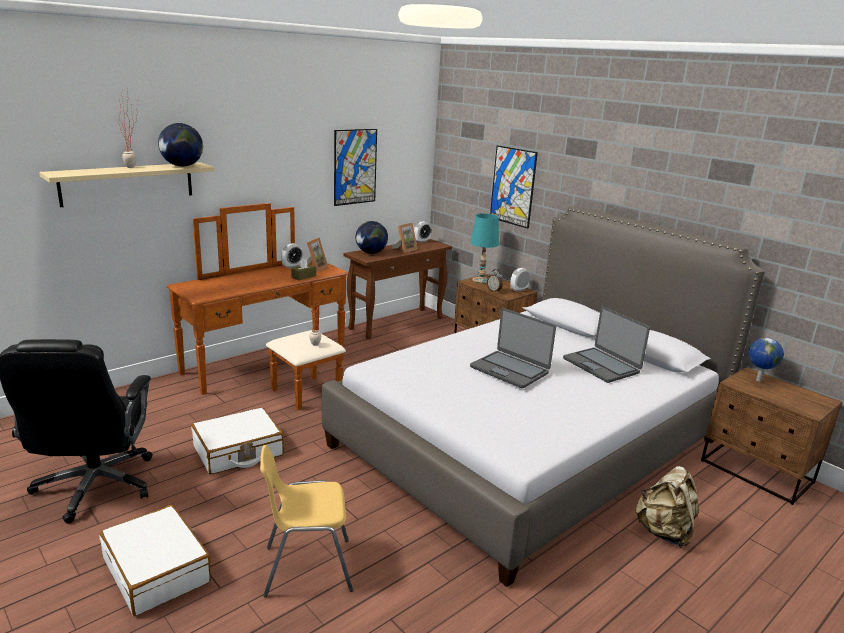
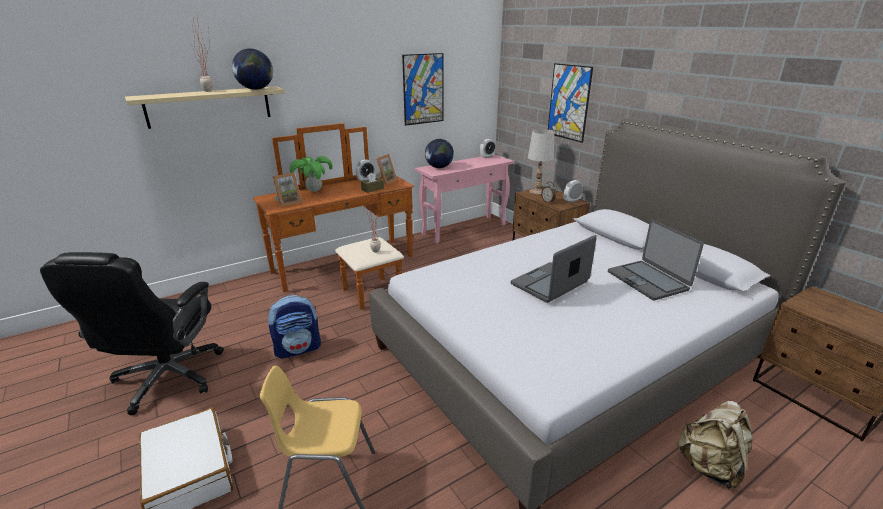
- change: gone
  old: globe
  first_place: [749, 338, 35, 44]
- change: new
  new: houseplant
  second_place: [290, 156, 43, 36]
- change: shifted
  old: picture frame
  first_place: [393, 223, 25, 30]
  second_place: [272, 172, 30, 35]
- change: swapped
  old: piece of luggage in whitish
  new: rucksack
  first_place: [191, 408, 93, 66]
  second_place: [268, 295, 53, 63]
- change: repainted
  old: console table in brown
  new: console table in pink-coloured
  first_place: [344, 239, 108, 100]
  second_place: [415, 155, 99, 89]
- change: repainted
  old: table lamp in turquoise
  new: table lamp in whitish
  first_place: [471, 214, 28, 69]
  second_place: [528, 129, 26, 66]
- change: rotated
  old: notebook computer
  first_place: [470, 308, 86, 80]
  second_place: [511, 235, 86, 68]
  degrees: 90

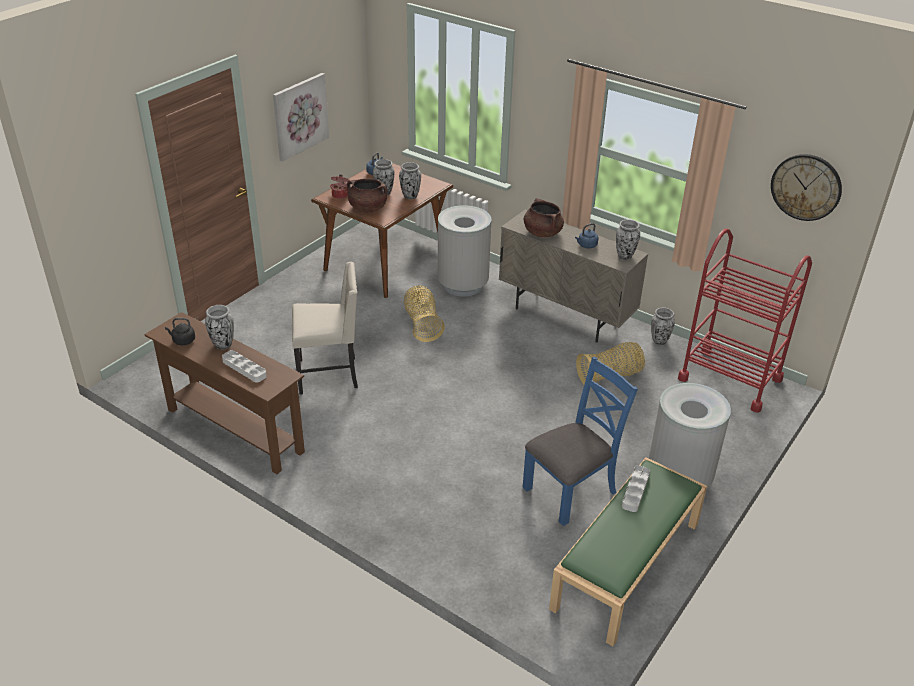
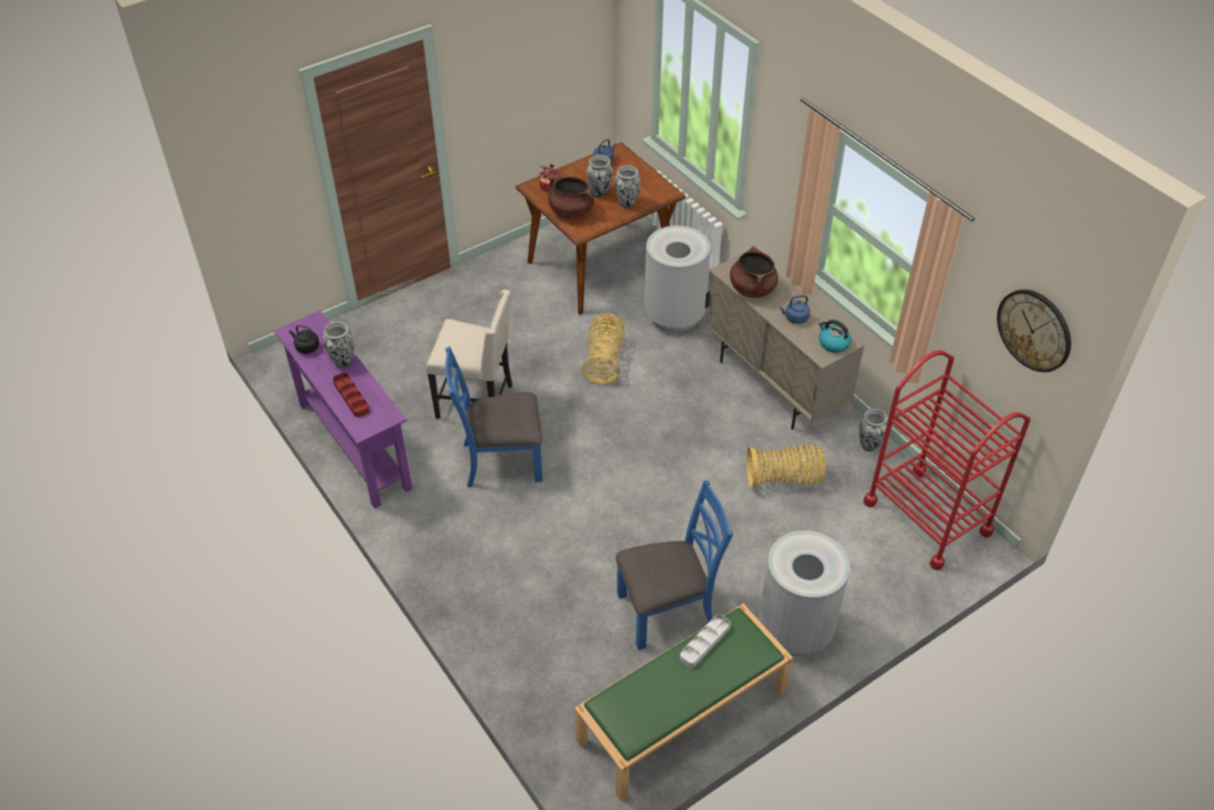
- change: gone
  old: picture
  first_place: [273, 73, 56, 89]
- change: new
  new: upright chair in blue
  second_place: [445, 346, 98, 141]
- change: swapped
  old: decorative vase
  new: tea kettle
  first_place: [616, 219, 24, 41]
  second_place: [818, 320, 33, 33]
- change: repainted
  old: console table in brown
  new: console table in purple-coloured
  first_place: [144, 312, 161, 162]
  second_place: [274, 310, 138, 199]
- change: repainted
  old: tray in grey
  new: tray in red
  first_place: [222, 350, 45, 33]
  second_place: [333, 373, 36, 44]

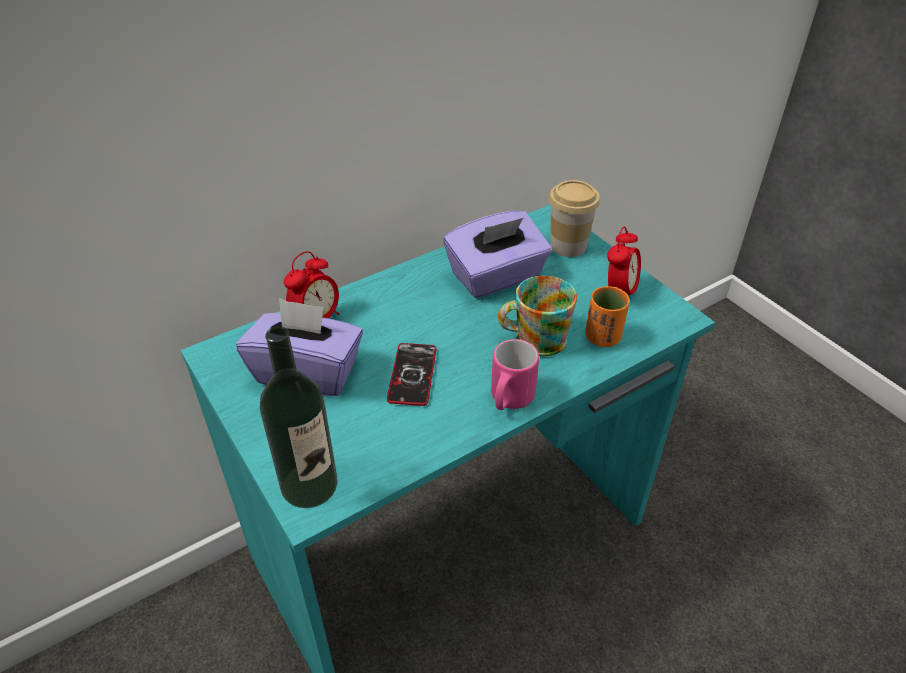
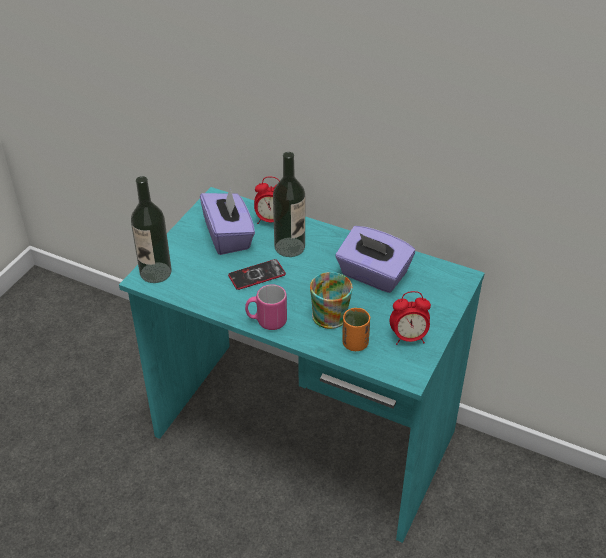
- change: gone
  old: cup
  first_place: [549, 180, 51, 77]
- change: new
  new: bottle
  second_place: [273, 152, 32, 105]

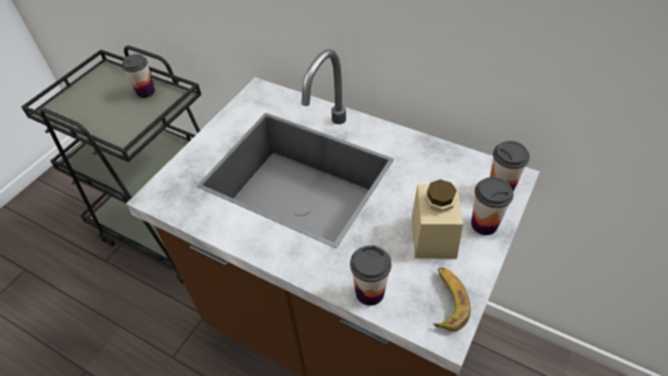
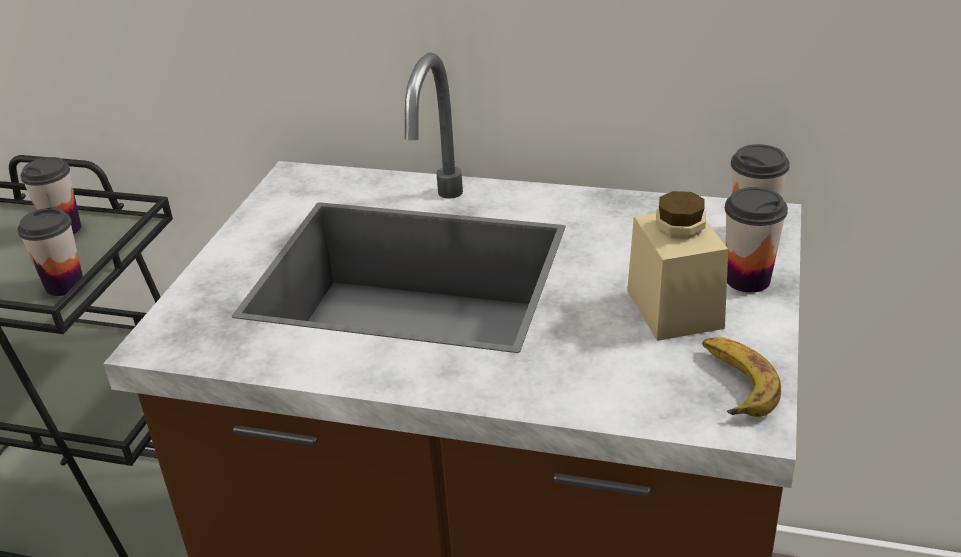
- change: shifted
  old: cup
  first_place: [350, 245, 41, 61]
  second_place: [18, 208, 65, 88]

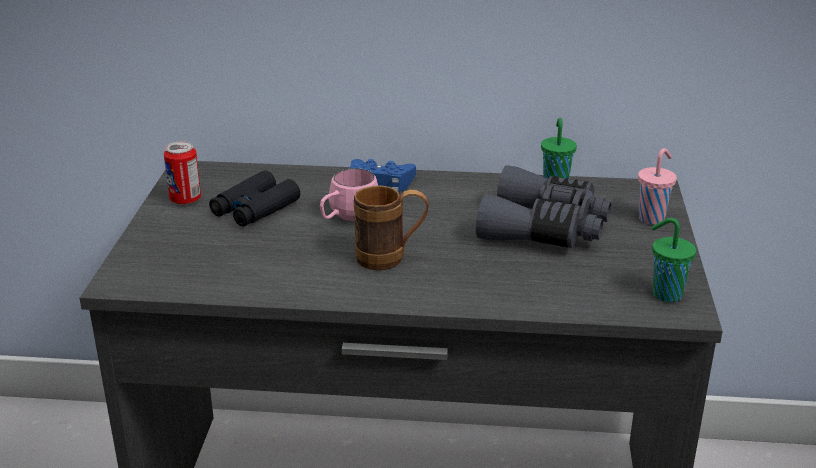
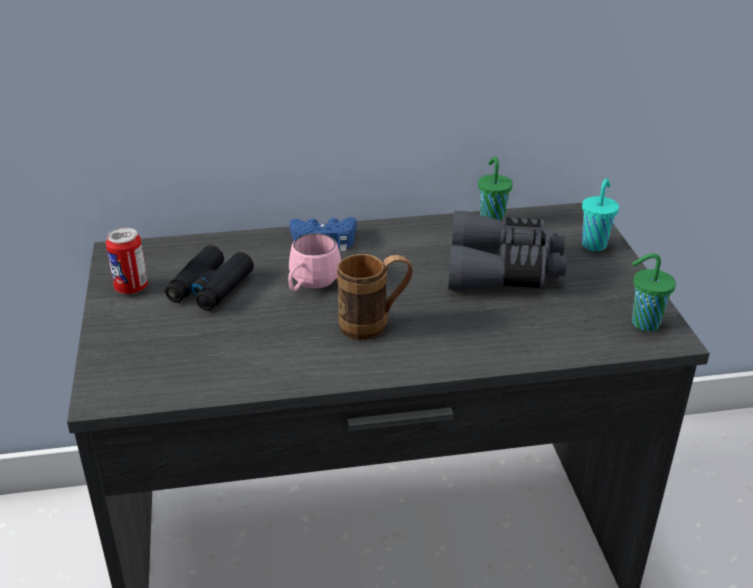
- change: repainted
  old: cup in pink-coloured
  new: cup in turquoise
  first_place: [638, 148, 39, 77]
  second_place: [582, 179, 37, 72]

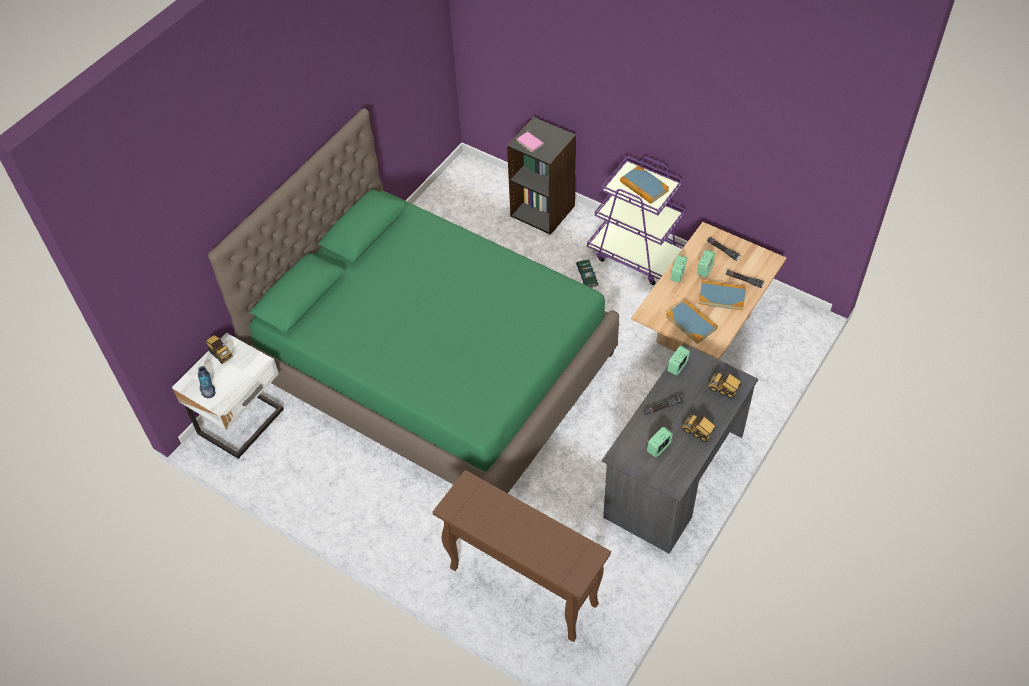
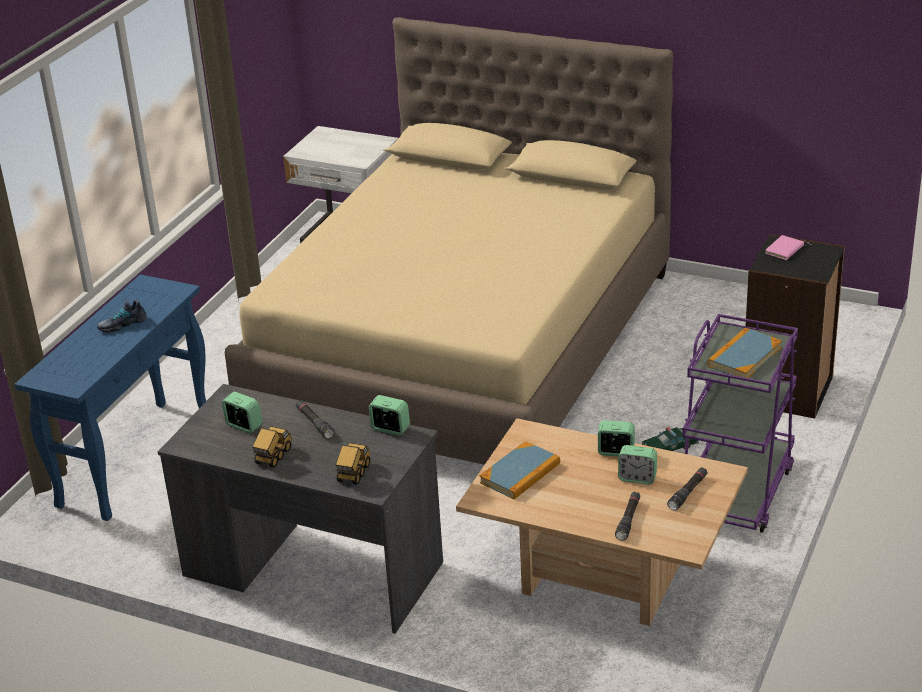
- change: gone
  old: toy lorry
  first_place: [205, 335, 28, 29]
- change: gone
  old: book
  first_place: [698, 280, 48, 30]
- change: shifted
  old: low shoe
  first_place: [198, 366, 18, 32]
  second_place: [97, 300, 49, 33]
- change: repainted
  old: bedroom bed in green
  new: bedroom bed in beige
  first_place: [208, 109, 411, 384]
  second_place: [225, 17, 448, 448]
- change: repainted
  old: console table in brown
  new: console table in blue
  first_place: [432, 470, 179, 172]
  second_place: [14, 274, 192, 247]

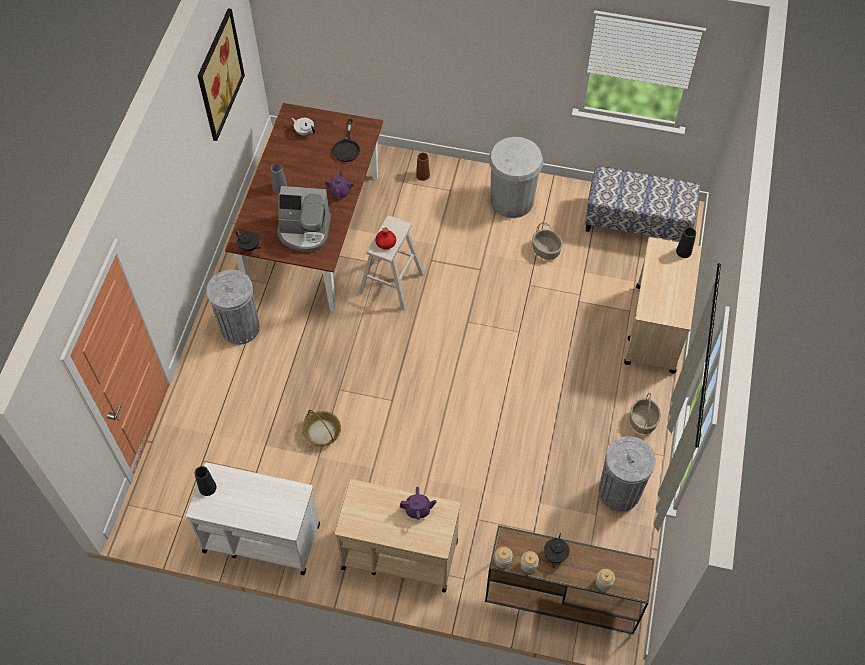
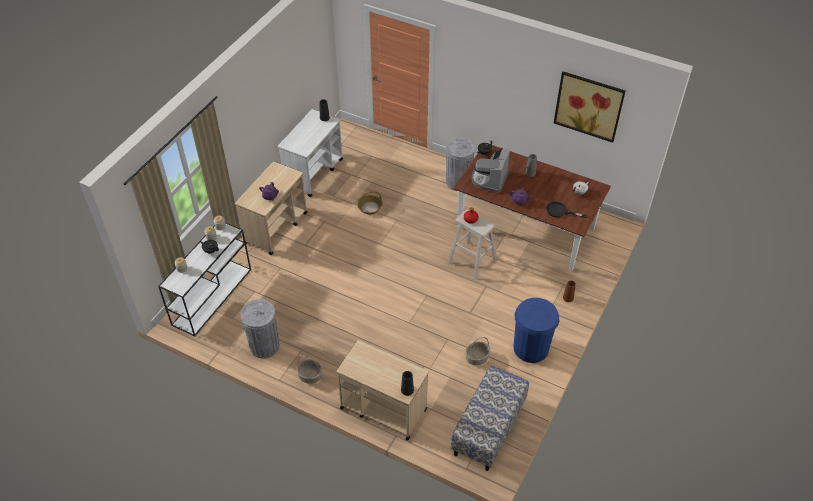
- change: repainted
  old: console table in brown
  new: console table in whitish
  first_place: [485, 525, 169, 109]
  second_place: [158, 222, 93, 114]
- change: repainted
  old: trash can in whitish
  new: trash can in blue
  first_place: [489, 137, 54, 81]
  second_place: [514, 298, 46, 65]

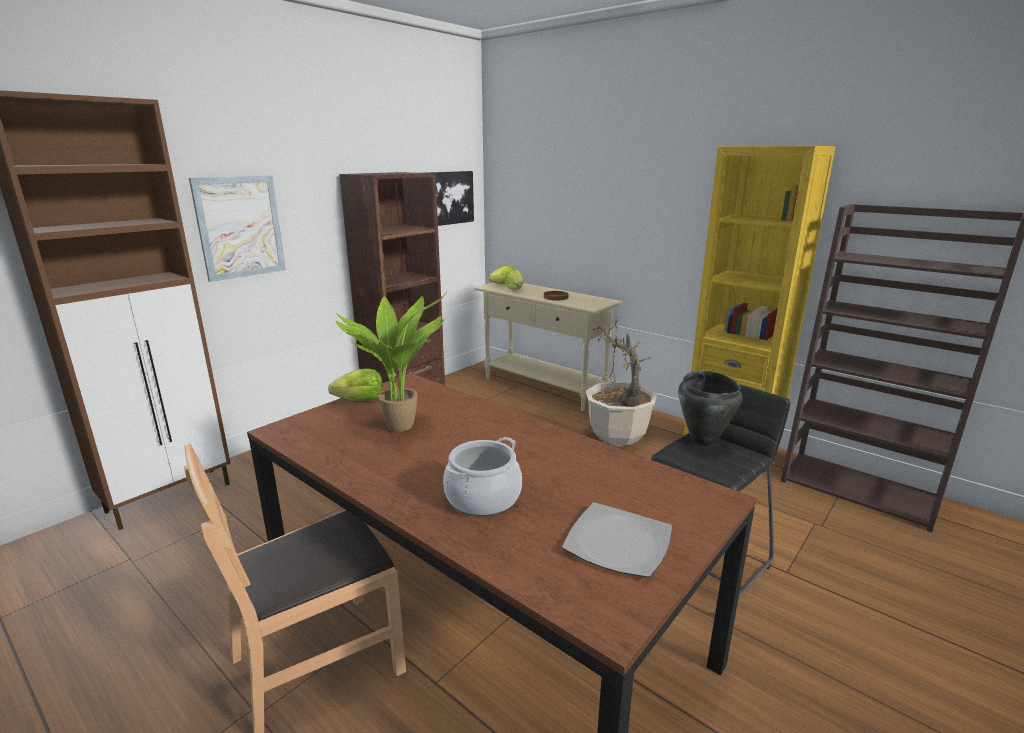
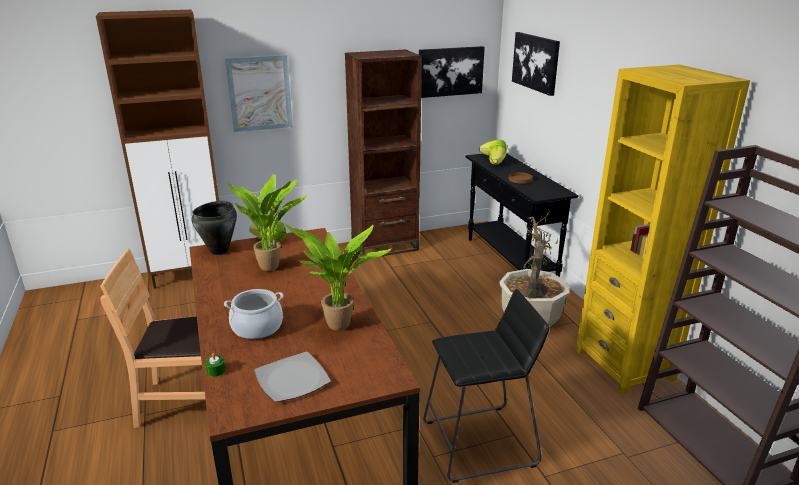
- change: new
  new: wax light in green
  second_place: [205, 353, 20, 24]
- change: new
  new: houseplant
  second_place: [285, 224, 107, 107]
- change: new
  new: picture
  second_place: [512, 32, 48, 64]
- change: shifted
  old: saucepot in black-coloured
  first_place: [678, 370, 64, 76]
  second_place: [191, 201, 46, 54]
- change: repainted
  old: console table in beige
  new: console table in black-coloured
  first_place: [474, 282, 149, 129]
  second_place: [465, 153, 113, 124]

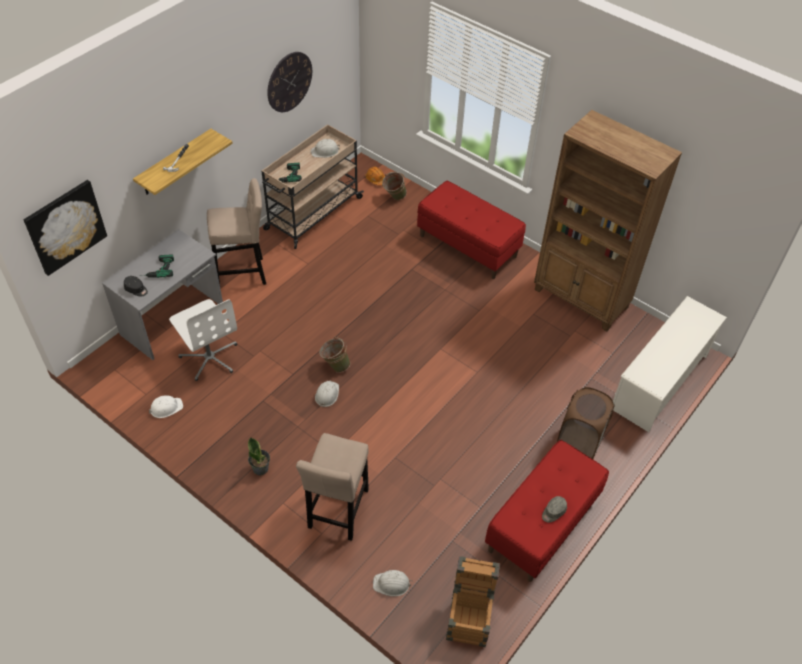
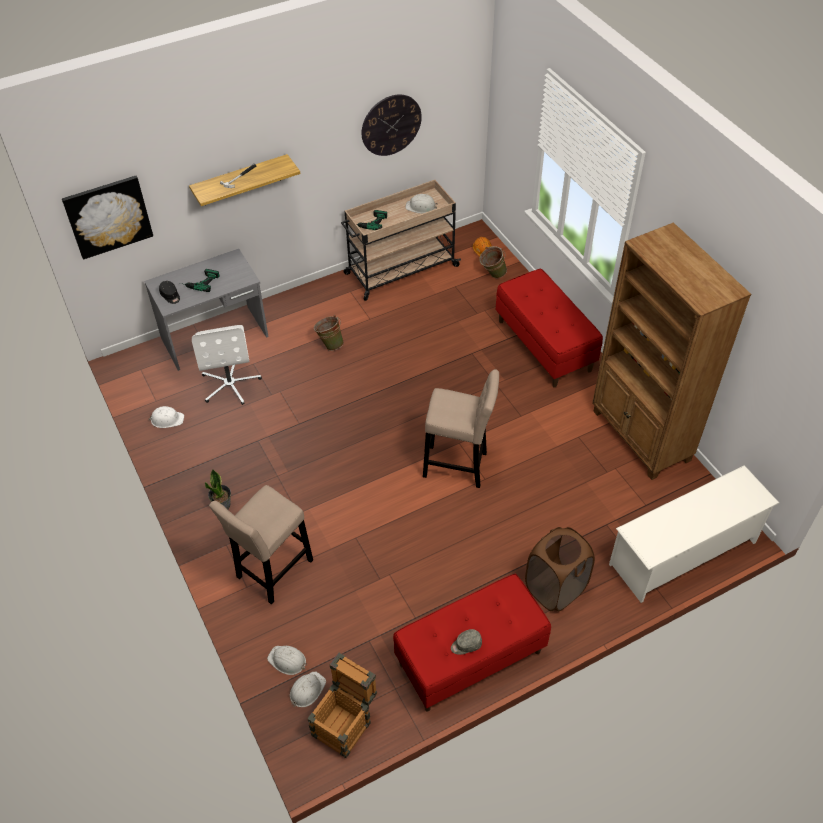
- change: shifted
  old: sitting stool in beige
  first_place: [207, 178, 59, 107]
  second_place: [423, 369, 76, 119]
- change: shifted
  old: safety helmet in whitish
  first_place: [315, 381, 24, 26]
  second_place: [290, 671, 36, 36]
- change: shifted
  old: bucket in green
  first_place: [319, 337, 32, 36]
  second_place: [314, 315, 30, 36]

